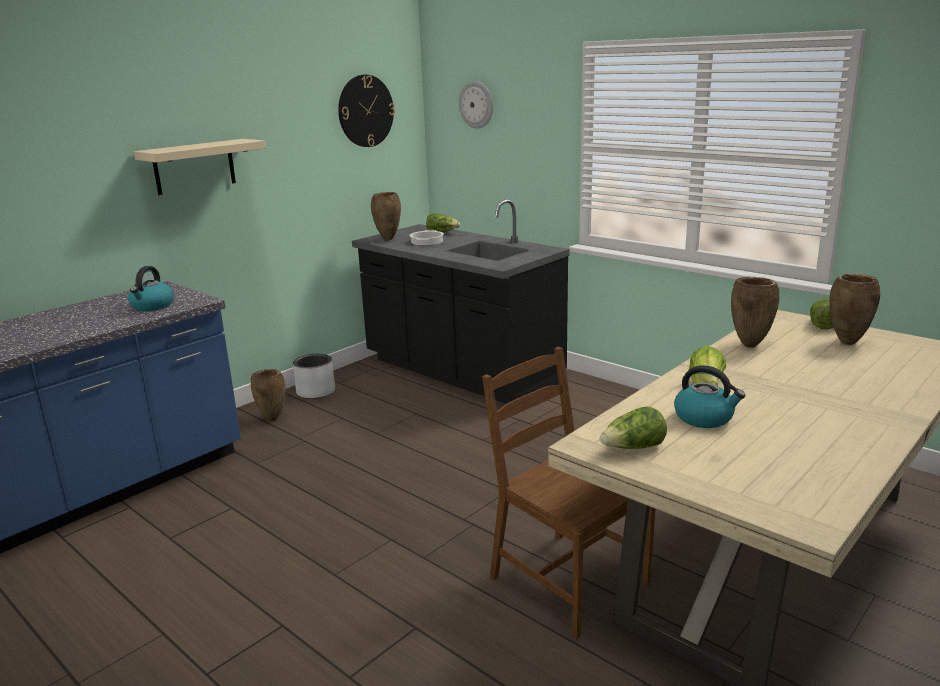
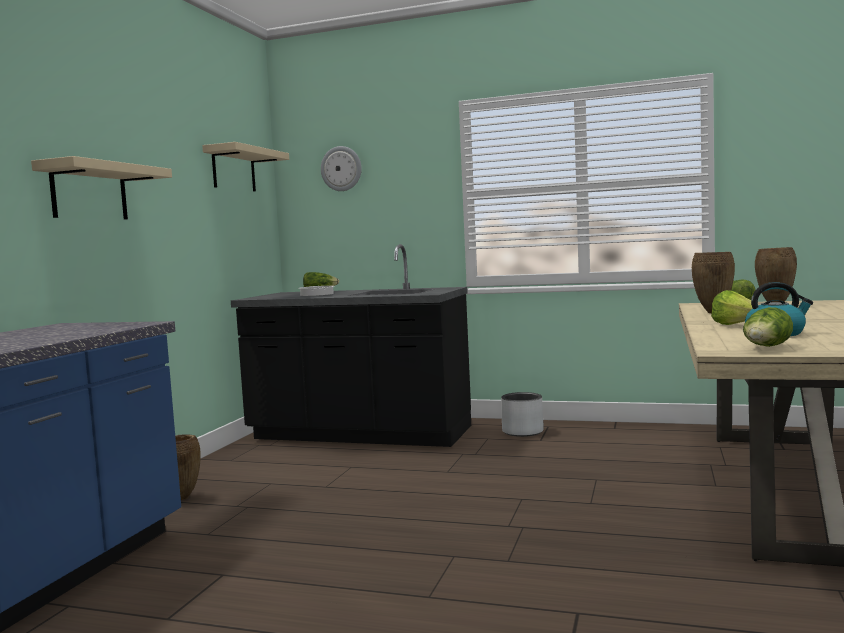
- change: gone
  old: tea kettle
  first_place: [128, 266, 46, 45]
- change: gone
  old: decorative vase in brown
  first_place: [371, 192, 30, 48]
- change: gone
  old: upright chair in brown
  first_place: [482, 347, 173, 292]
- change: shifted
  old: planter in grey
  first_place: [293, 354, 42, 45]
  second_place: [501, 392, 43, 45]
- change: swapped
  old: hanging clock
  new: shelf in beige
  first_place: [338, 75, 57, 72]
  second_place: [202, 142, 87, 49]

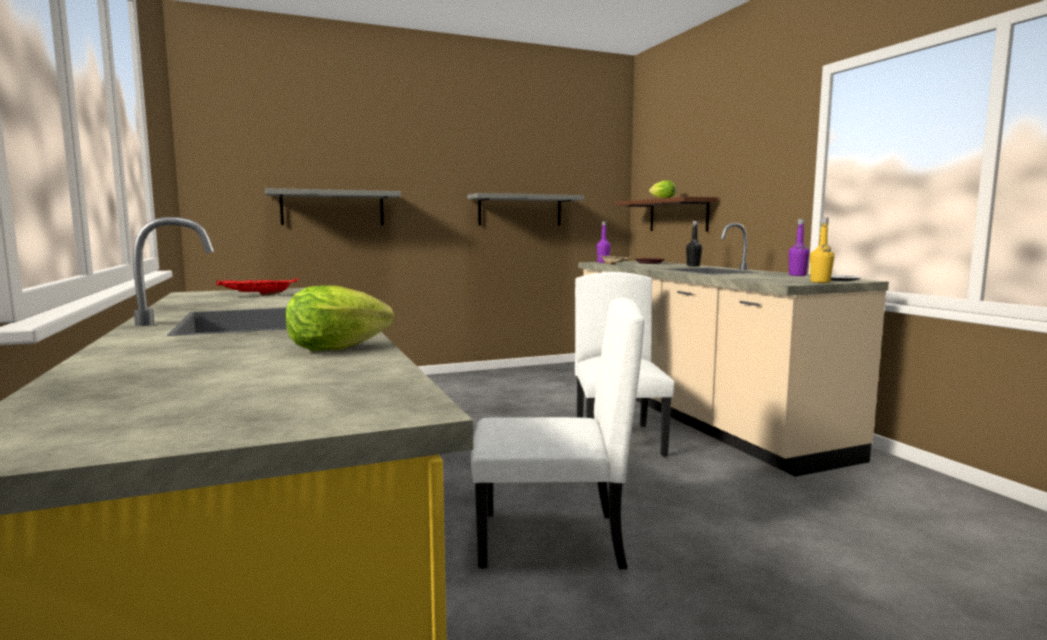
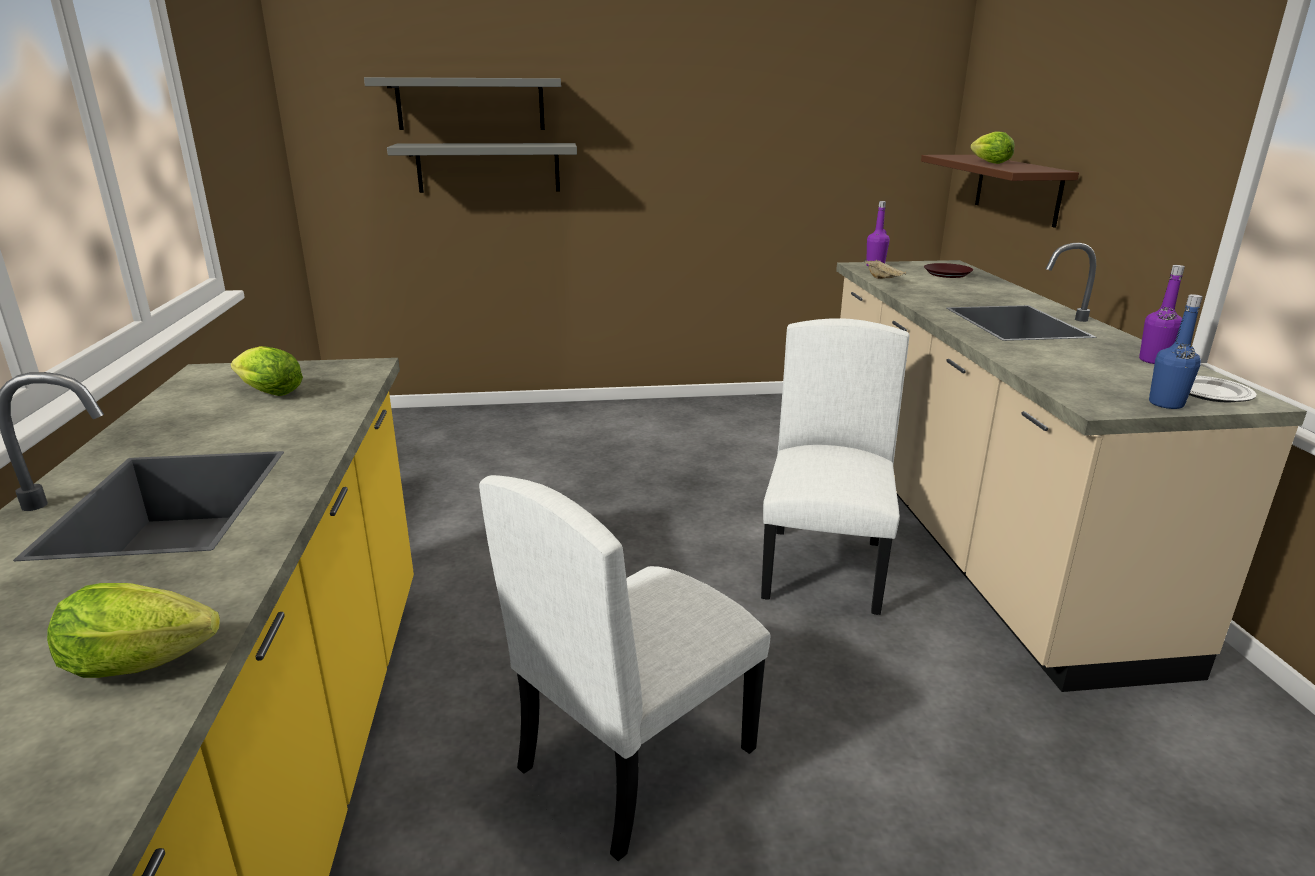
- change: gone
  old: bottle in black-coloured
  first_place: [686, 221, 16, 46]
- change: shifted
  old: shelf in grey
  first_place: [467, 193, 117, 33]
  second_place: [364, 77, 197, 53]
- change: swapped
  old: tray in red
  new: lettuce
  first_place: [216, 277, 82, 19]
  second_place: [231, 346, 72, 50]
- change: repainted
  old: bottle in yellow-coloured
  new: bottle in blue
  first_place: [810, 218, 25, 65]
  second_place: [1149, 294, 54, 115]
- change: rotated
  old: upright chair in whitish
  first_place: [471, 298, 173, 271]
  second_place: [479, 475, 291, 386]
  degrees: 120

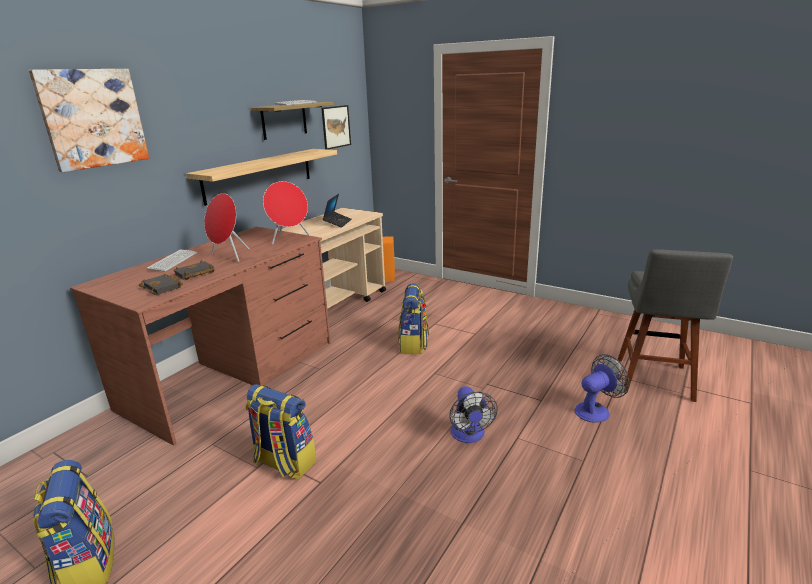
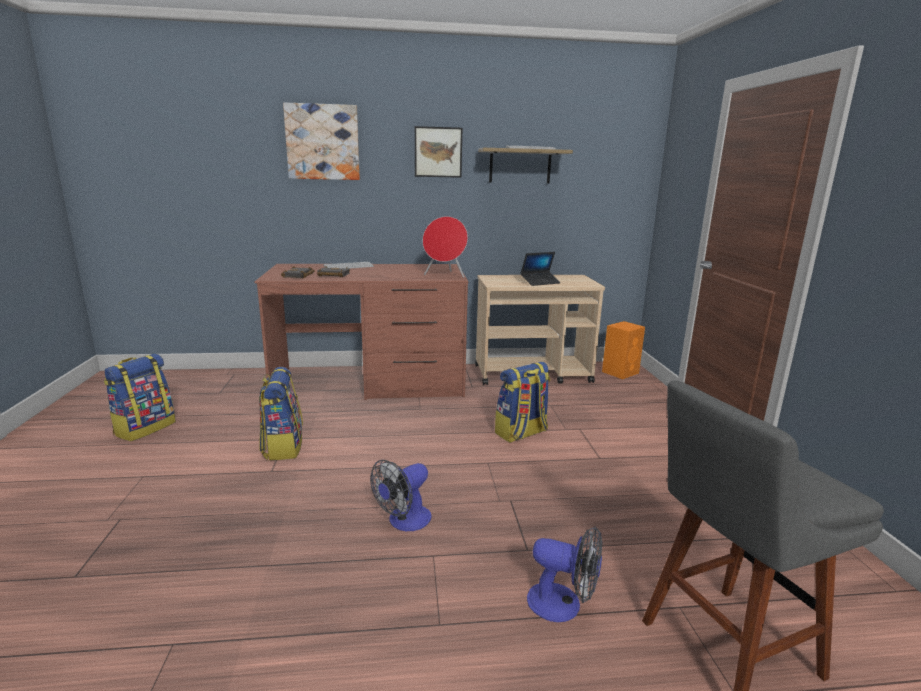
- change: gone
  old: shelf
  first_place: [186, 149, 151, 57]
- change: gone
  old: speaker in red
  first_place: [204, 193, 46, 69]
- change: shifted
  old: picture
  first_place: [321, 105, 30, 45]
  second_place: [415, 126, 47, 52]

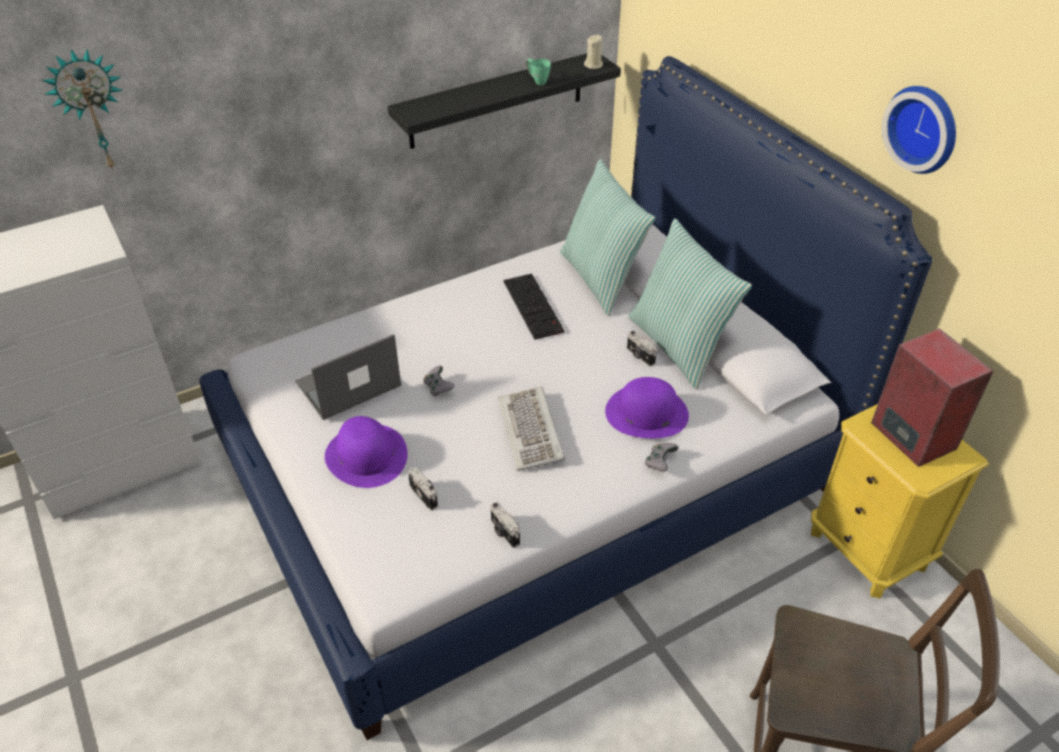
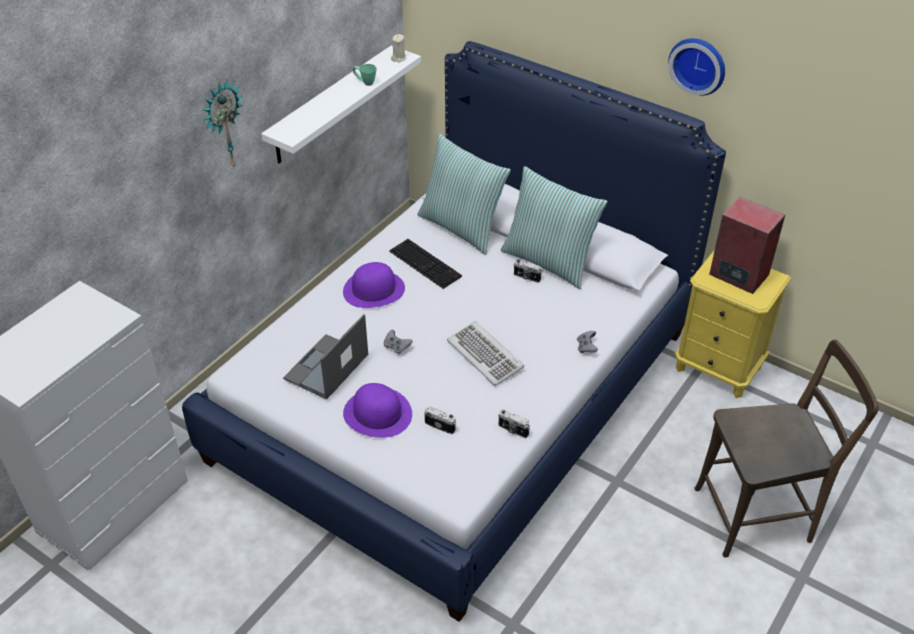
- change: shifted
  old: hanging clock
  first_place: [42, 49, 81, 122]
  second_place: [203, 80, 40, 87]
- change: shifted
  old: hat in purple-coloured
  first_place: [605, 377, 84, 61]
  second_place: [343, 262, 62, 46]
- change: repainted
  old: shelf in black-coloured
  new: shelf in whitish
  first_place: [388, 53, 233, 96]
  second_place: [261, 45, 160, 118]

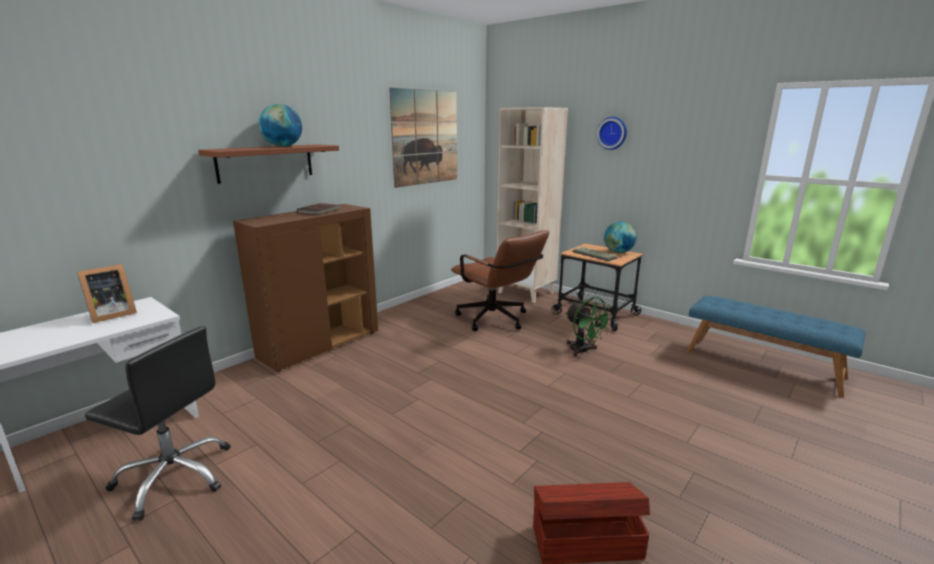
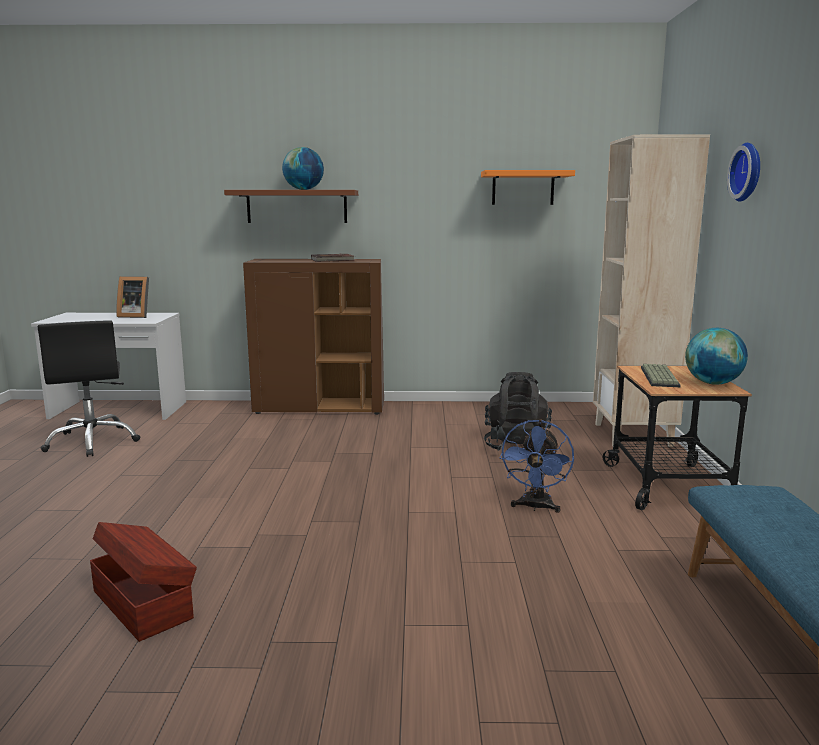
- change: swapped
  old: picture
  new: shelf in orange
  first_place: [389, 88, 68, 100]
  second_place: [481, 170, 94, 35]
- change: swapped
  old: office chair in brown
  new: rucksack in black-coloured
  first_place: [451, 230, 98, 101]
  second_place: [484, 372, 68, 79]
- change: repainted
  old: electric fan in green
  new: electric fan in blue
  first_place: [566, 297, 47, 59]
  second_place: [500, 419, 74, 94]

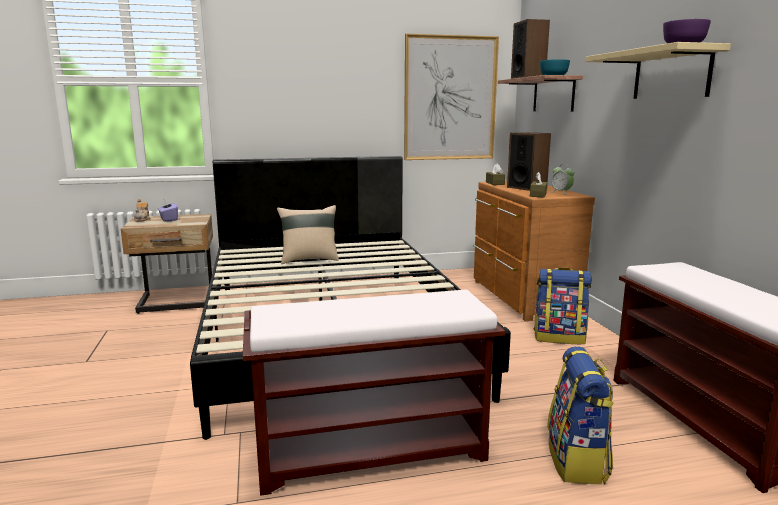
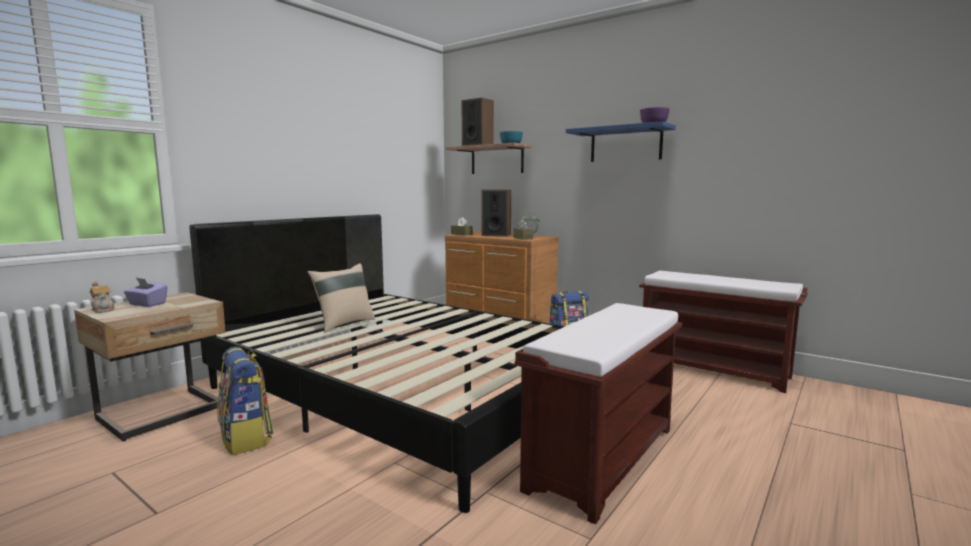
- change: gone
  old: picture
  first_place: [404, 34, 95, 126]
- change: shifted
  old: rucksack
  first_place: [547, 347, 67, 137]
  second_place: [217, 347, 57, 108]
- change: repainted
  old: shelf in beige
  new: shelf in blue
  first_place: [585, 42, 146, 57]
  second_place: [566, 121, 110, 41]

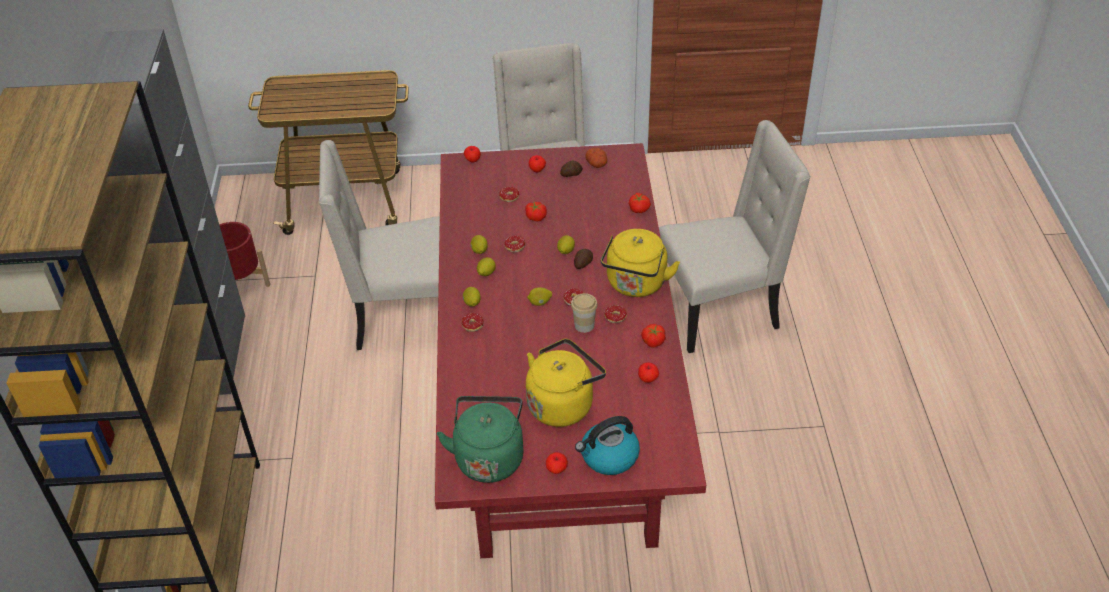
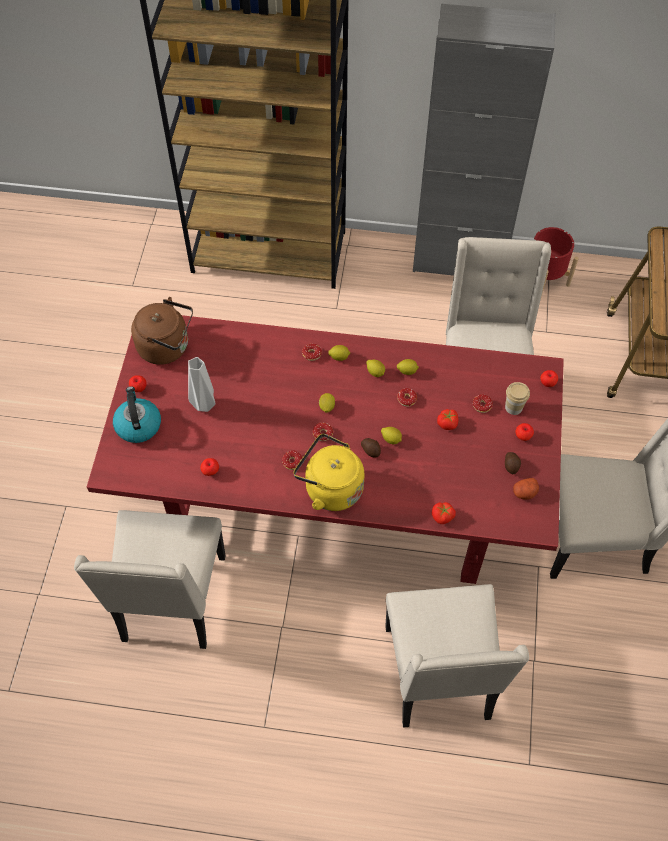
- change: gone
  old: whole tomato
  first_place: [641, 324, 25, 24]
- change: new
  new: upright chair in beige
  second_place: [74, 510, 152, 139]
- change: shifted
  old: cup
  first_place: [571, 293, 27, 40]
  second_place: [505, 382, 25, 33]
- change: swapped
  old: tea kettle in yellow-coloured
  new: decorative vase in grey
  first_place: [526, 338, 80, 89]
  second_place: [188, 357, 28, 55]
- change: repainted
  old: tea kettle in green
  new: tea kettle in brown
  first_place: [437, 396, 86, 87]
  second_place: [131, 297, 62, 68]

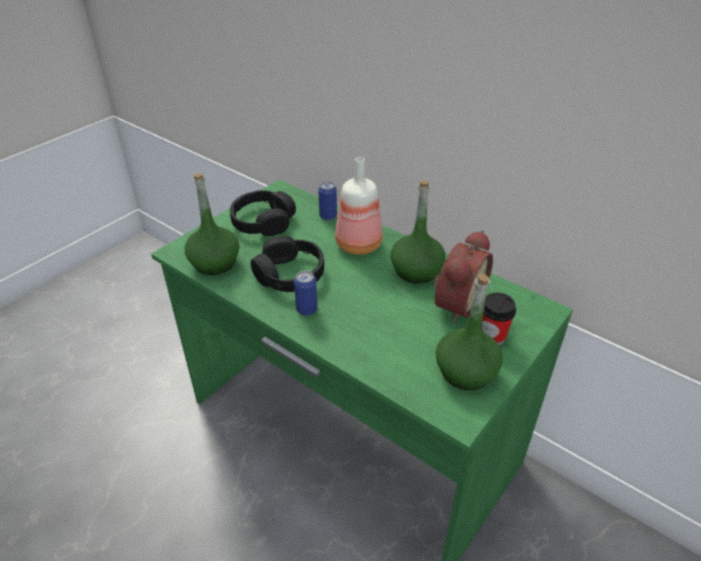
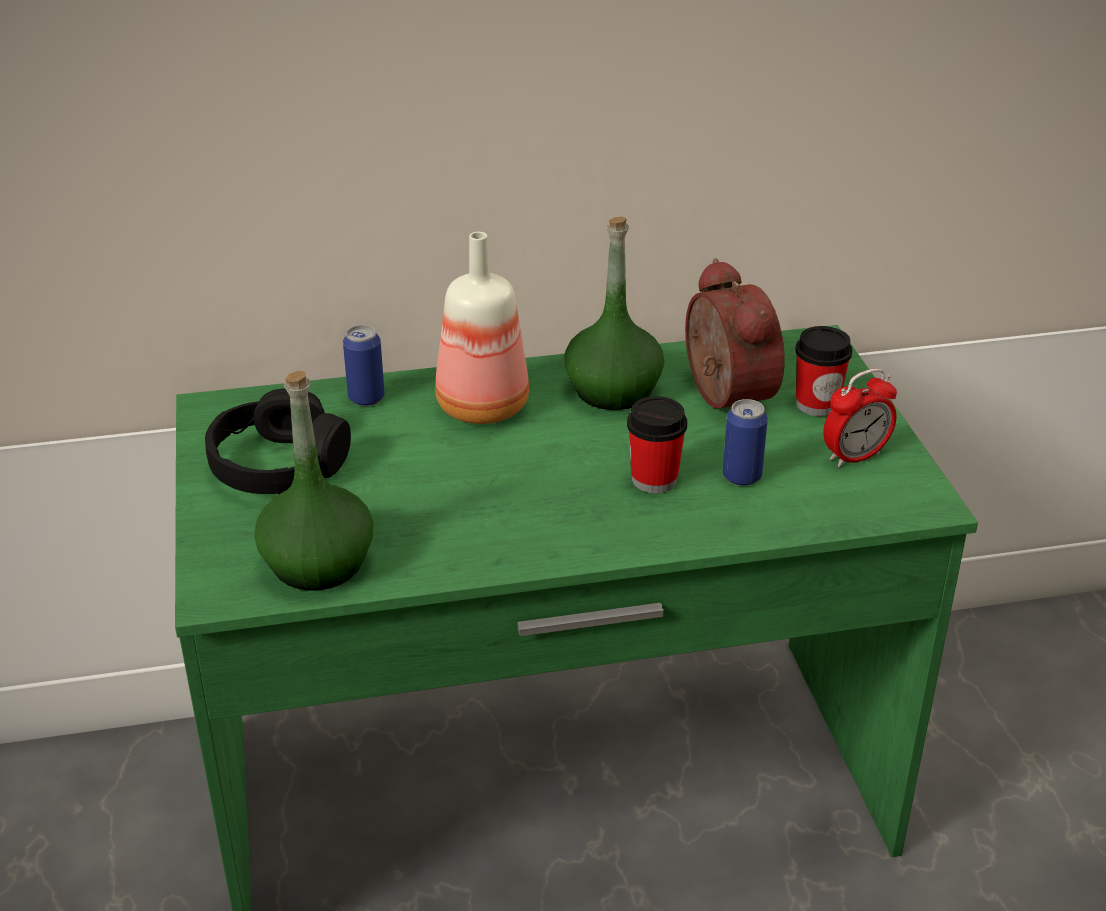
- change: gone
  old: pair of headphones in black-coloured
  first_place: [251, 236, 73, 56]
- change: new
  new: cup
  second_place: [627, 396, 60, 97]
- change: shifted
  old: can
  first_place: [294, 270, 23, 46]
  second_place: [723, 399, 45, 87]
- change: swapped
  old: bottle in green
  new: alarm clock
  first_place: [436, 274, 67, 116]
  second_place: [823, 368, 74, 99]

